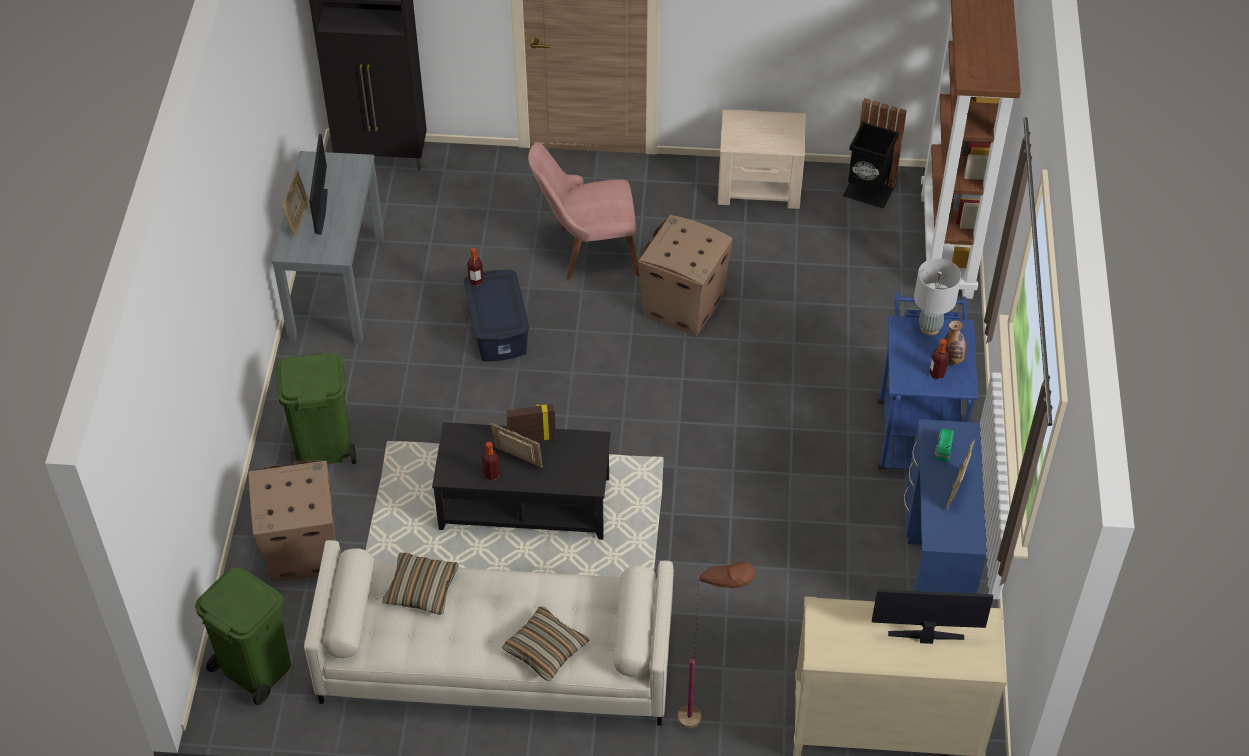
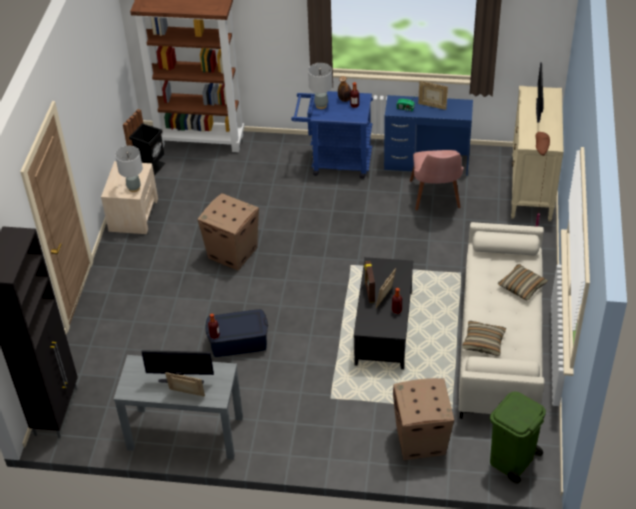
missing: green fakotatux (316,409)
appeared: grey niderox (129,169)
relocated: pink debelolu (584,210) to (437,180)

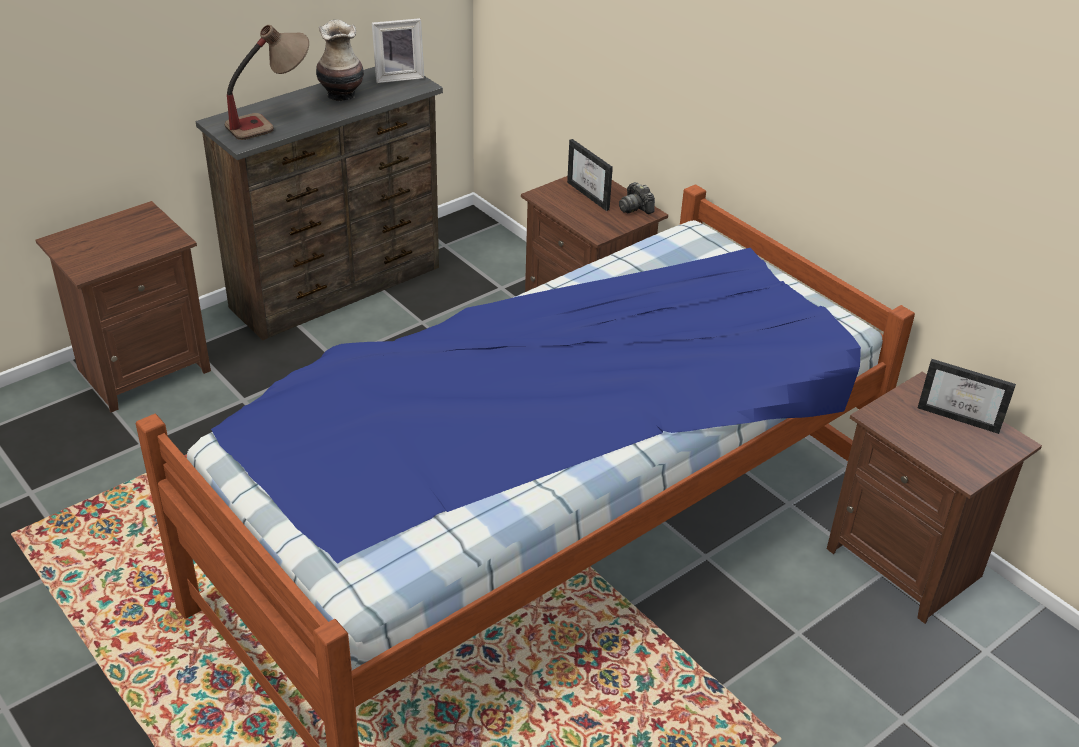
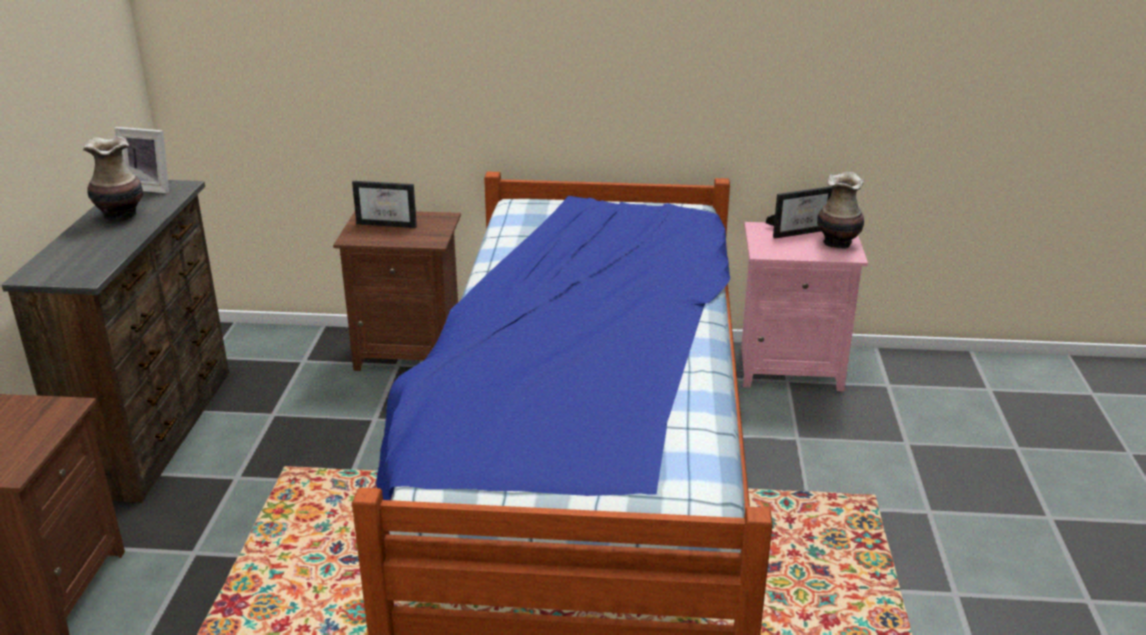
missing: niderox (267,82); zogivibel (637,198)
appeared: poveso (841,209)
colour: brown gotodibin (934,498) to pink gotodibin (804,306)
spun: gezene (398,50) = (142,160) 75 degrees clockwise

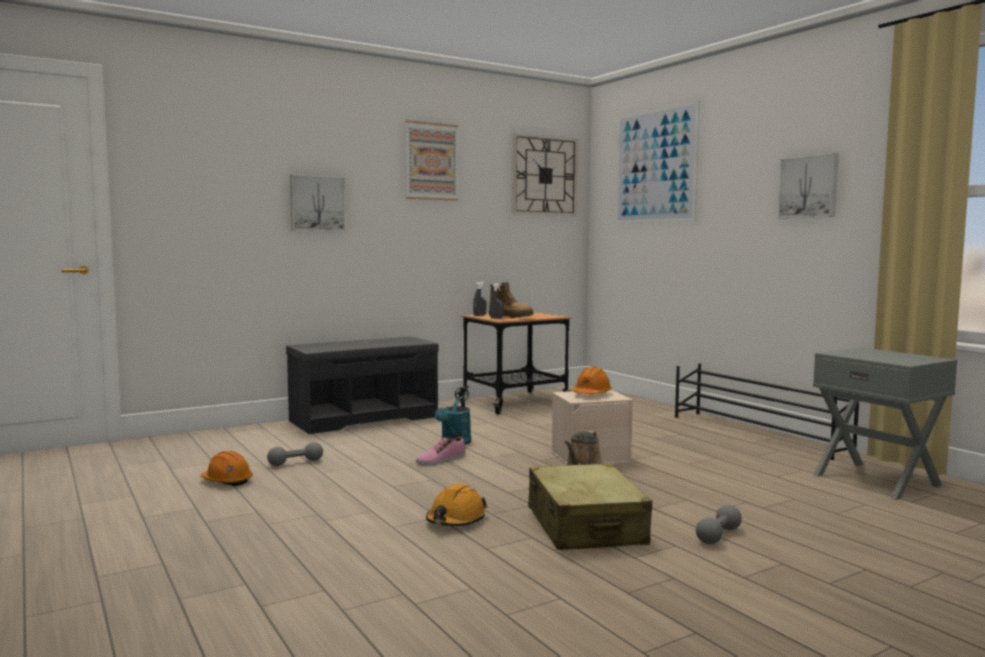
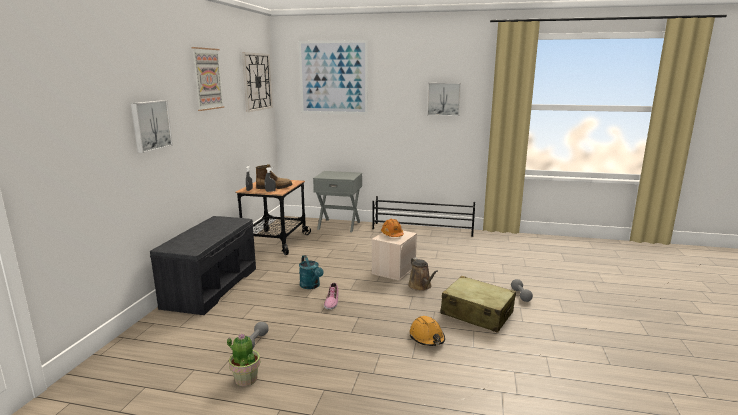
relocated: grey gotodibin (885,424) to (337,201)
exchanged: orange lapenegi (227,468) to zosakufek (243,359)

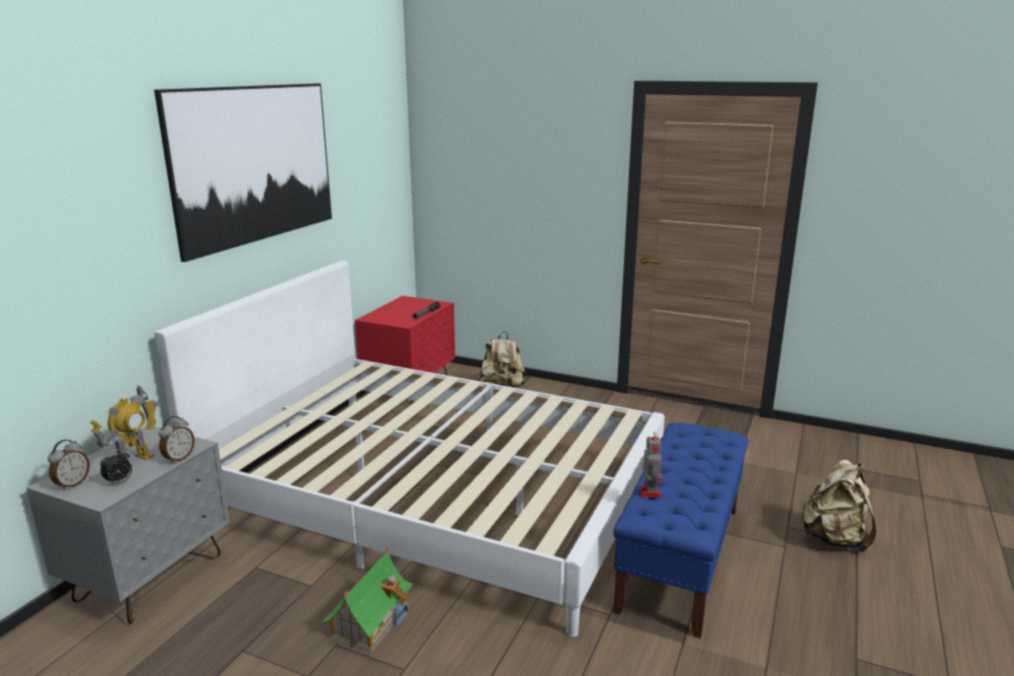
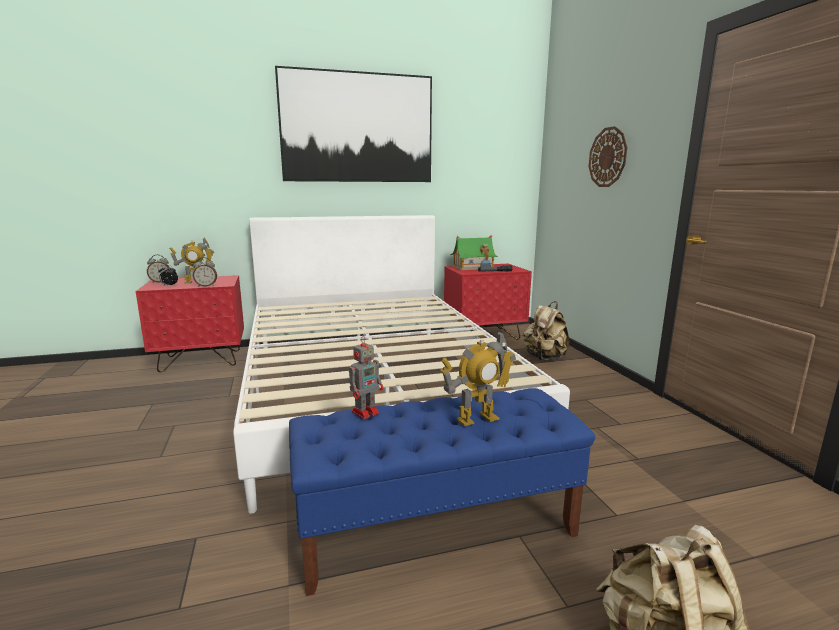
appeared: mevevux (478,378); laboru (607,156)
relocated: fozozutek (367,600) to (474,252)
colour: grey gotodibin (128,525) to red gotodibin (190,323)

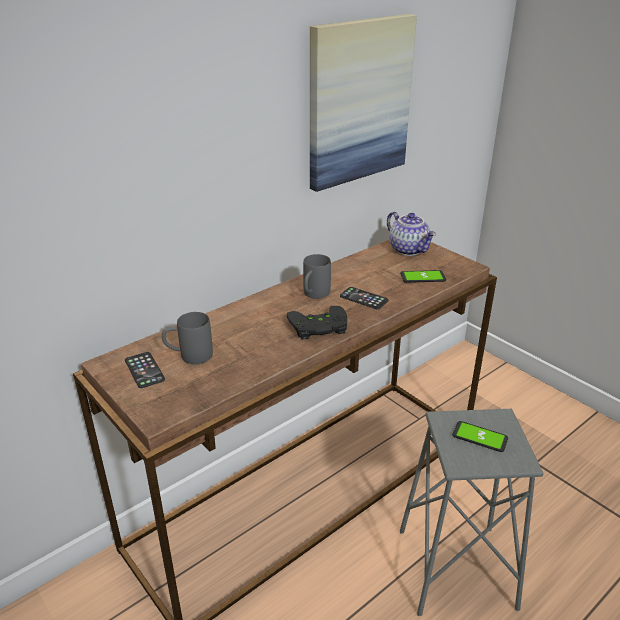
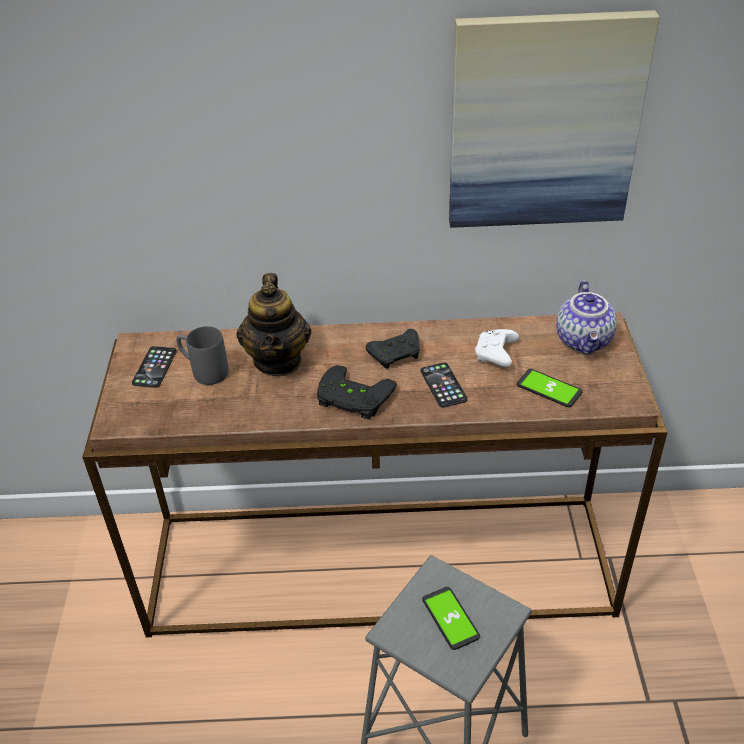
appeared: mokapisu (274,324); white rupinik (497,348)
exchanged: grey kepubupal (317,276) to black rupinik (392,349)

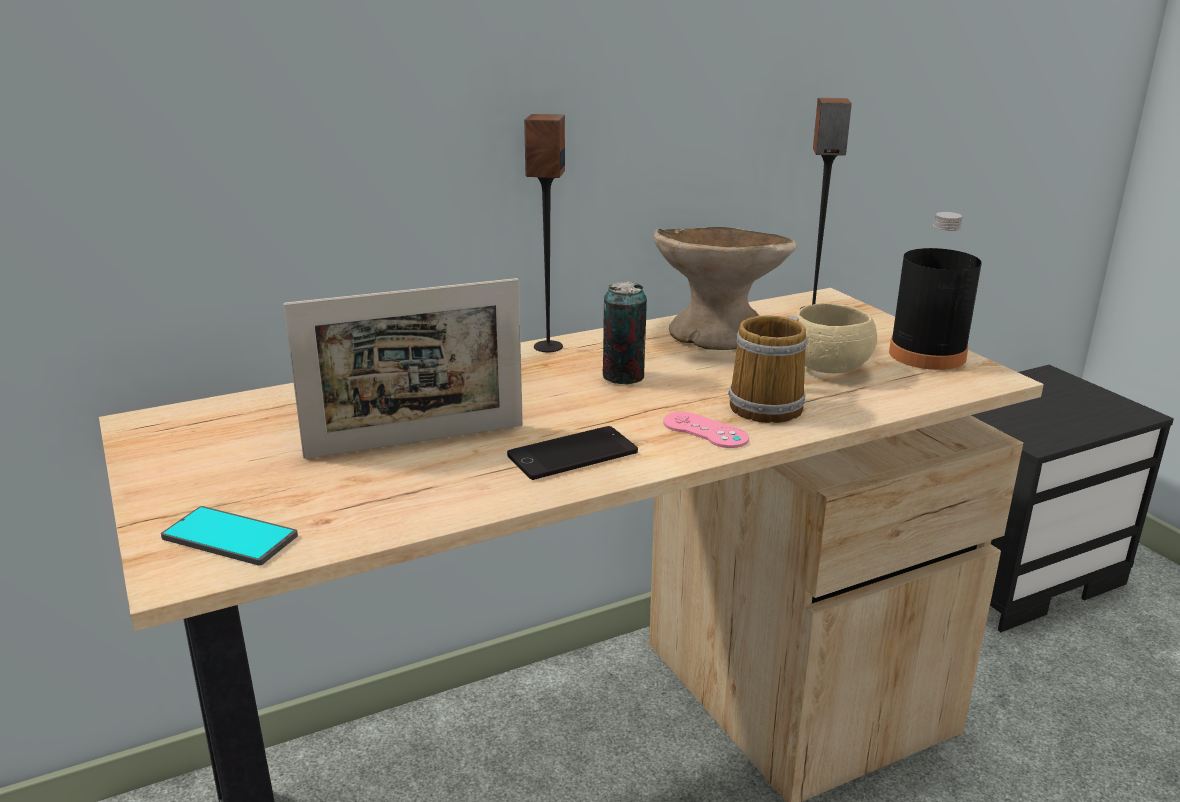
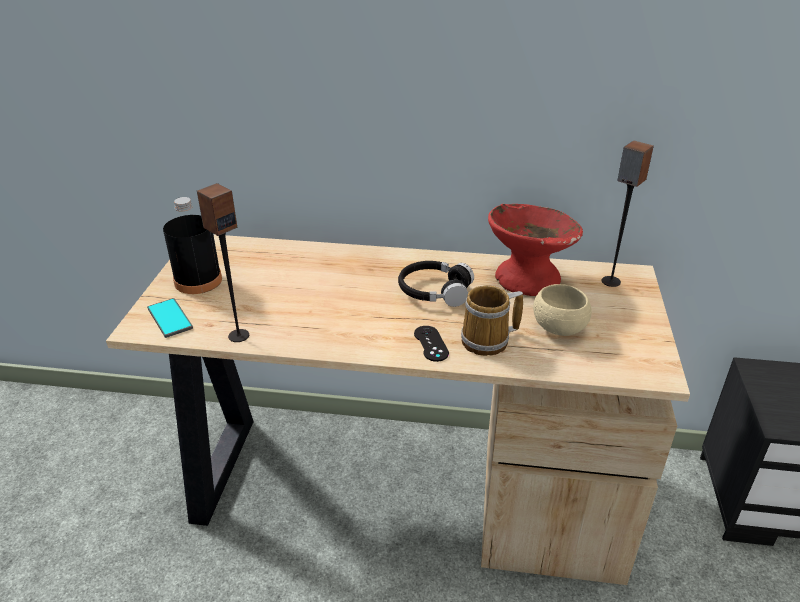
missing: gezene (403,368); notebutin (572,453)
relocated: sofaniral (544,233) to (223,262); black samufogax (935,291) to (192,245)
exchanged: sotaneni (625,332) to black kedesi (436,284)
colour: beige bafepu (725,288) to red bafepu (535,249); pink rupinik (706,430) to black rupinik (431,344)

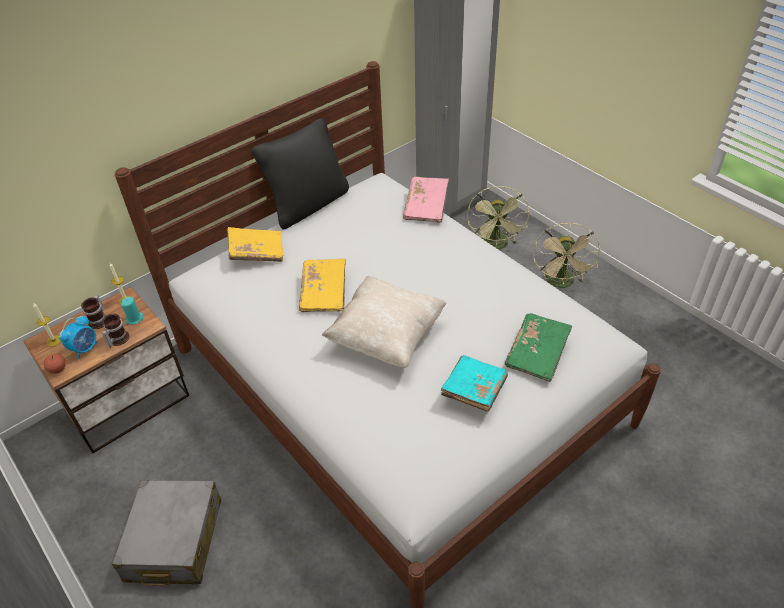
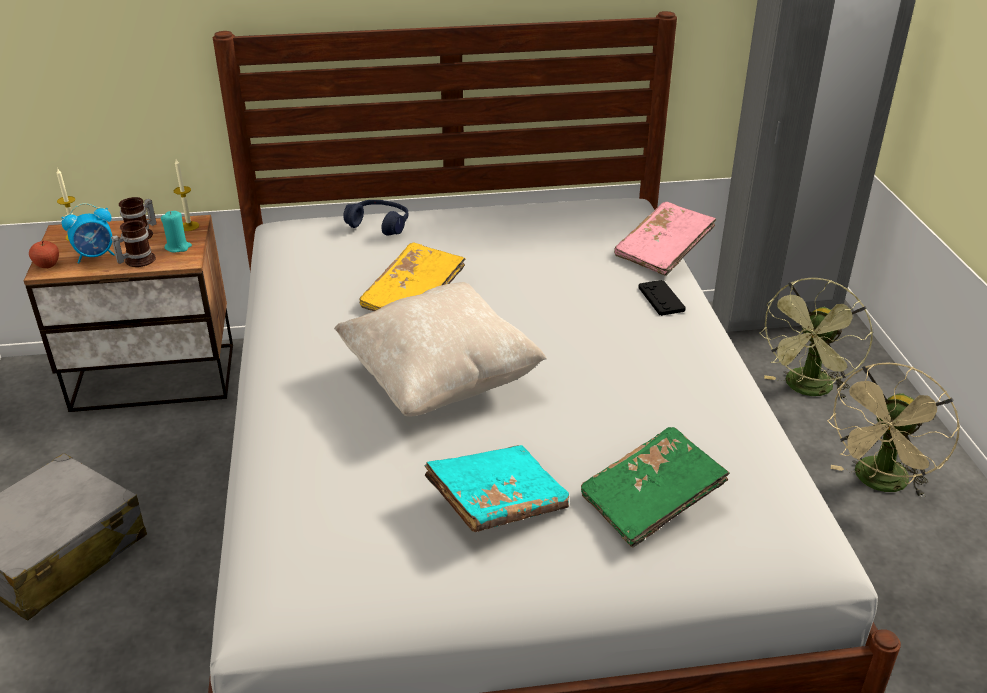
missing: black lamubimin (300,174)
appeared: black rupinik (662,298)
exchanged: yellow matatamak (255,244) to blue kedesi (375,218)

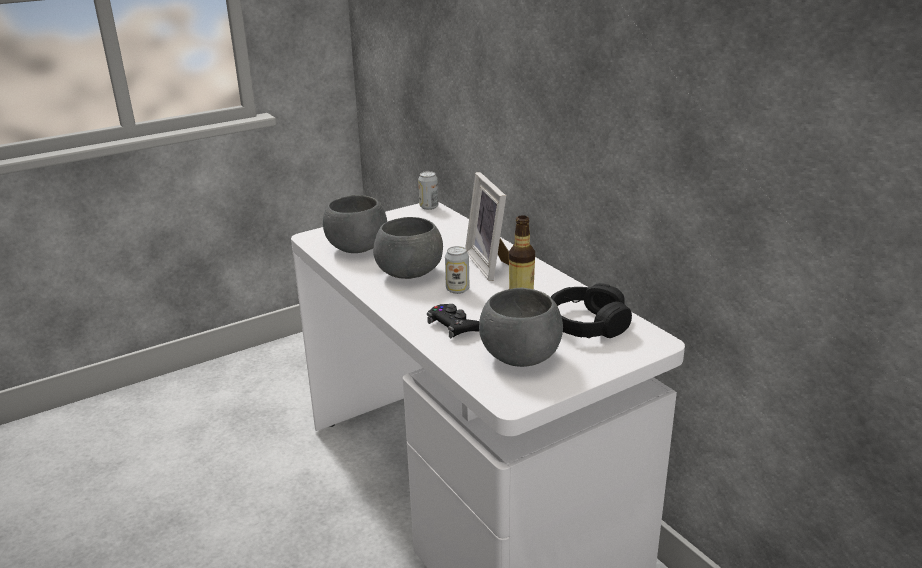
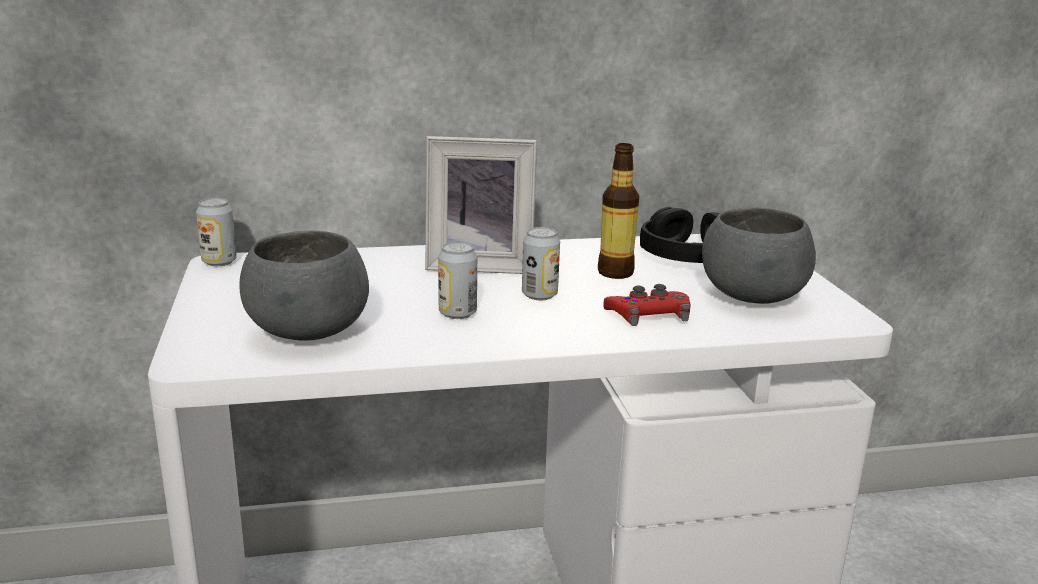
exchanged: grey bafepu (408,248) to sotaneni (457,280)
colour: black rupinik (453,321) to red rupinik (647,305)

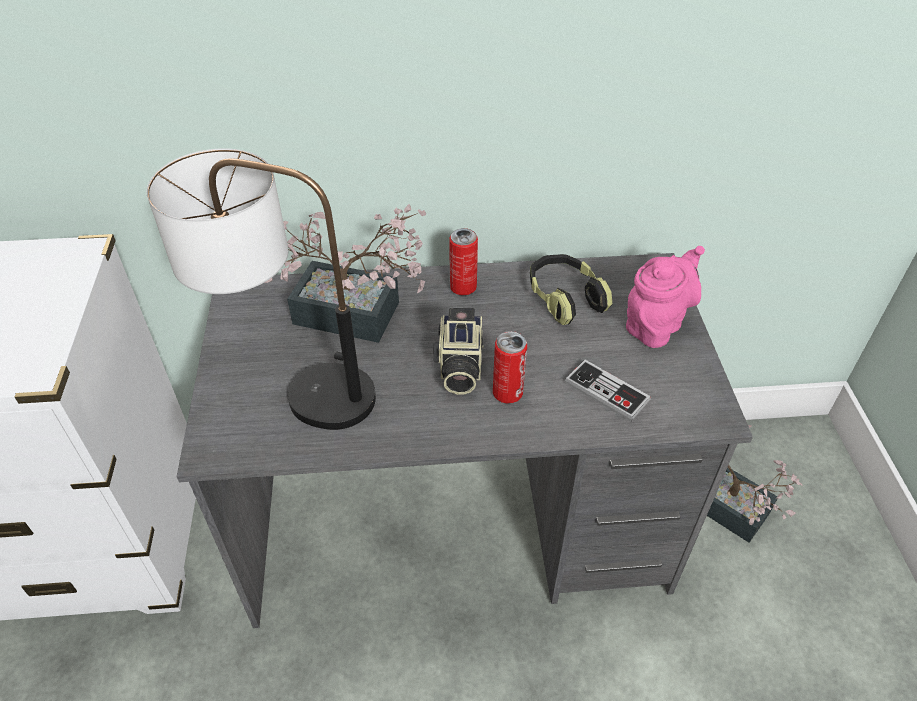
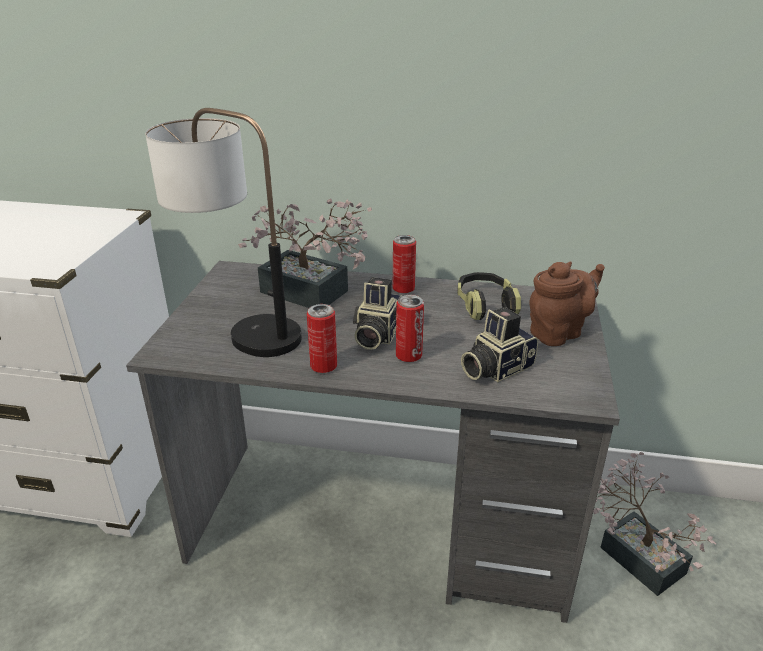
appeared: sotaneni (322,338)
exchanged: rupinik (608,391) to zogivibel (499,344)
colour: pink mokapisu (665,297) to brown mokapisu (567,303)

